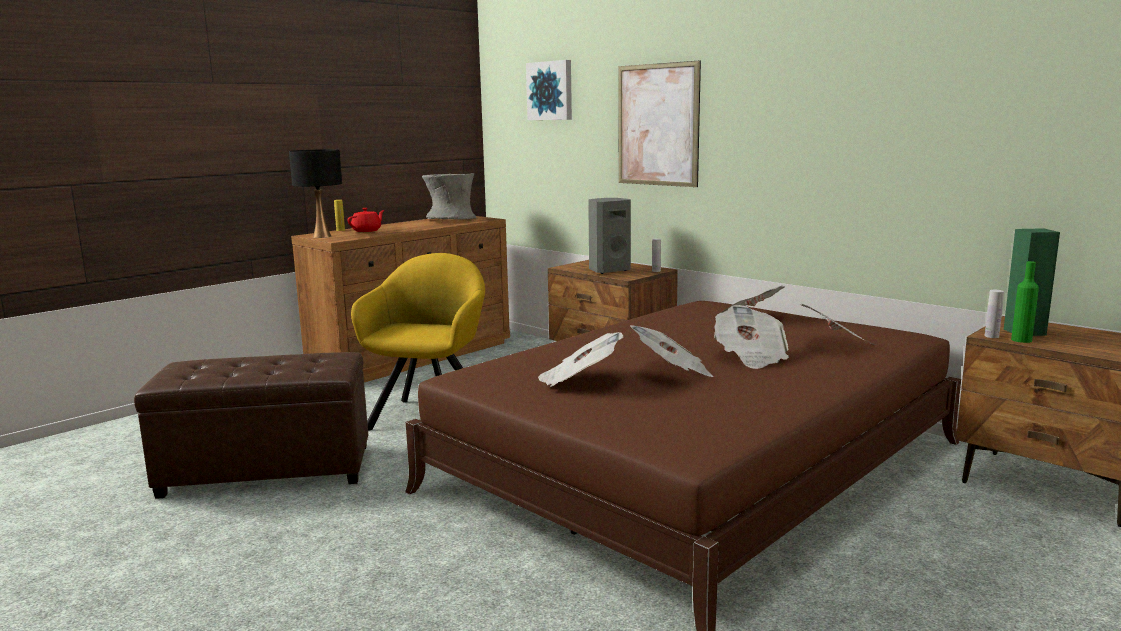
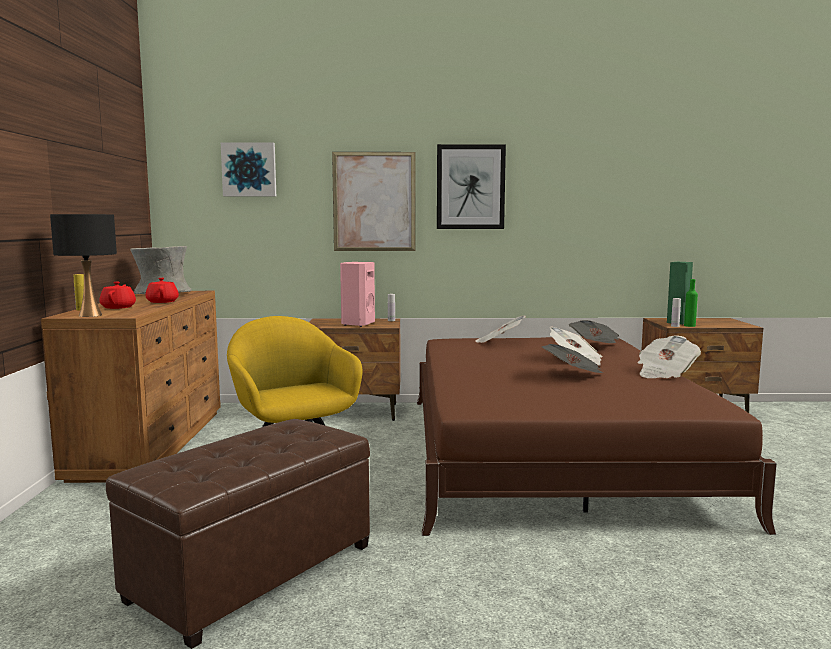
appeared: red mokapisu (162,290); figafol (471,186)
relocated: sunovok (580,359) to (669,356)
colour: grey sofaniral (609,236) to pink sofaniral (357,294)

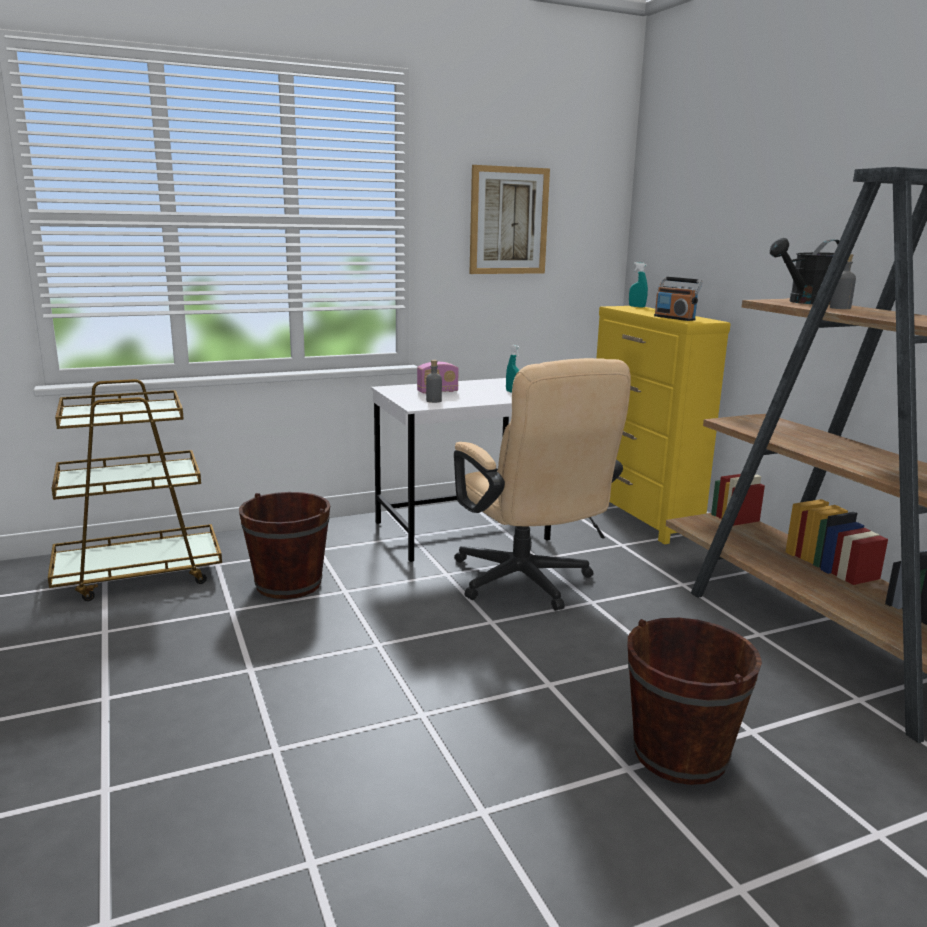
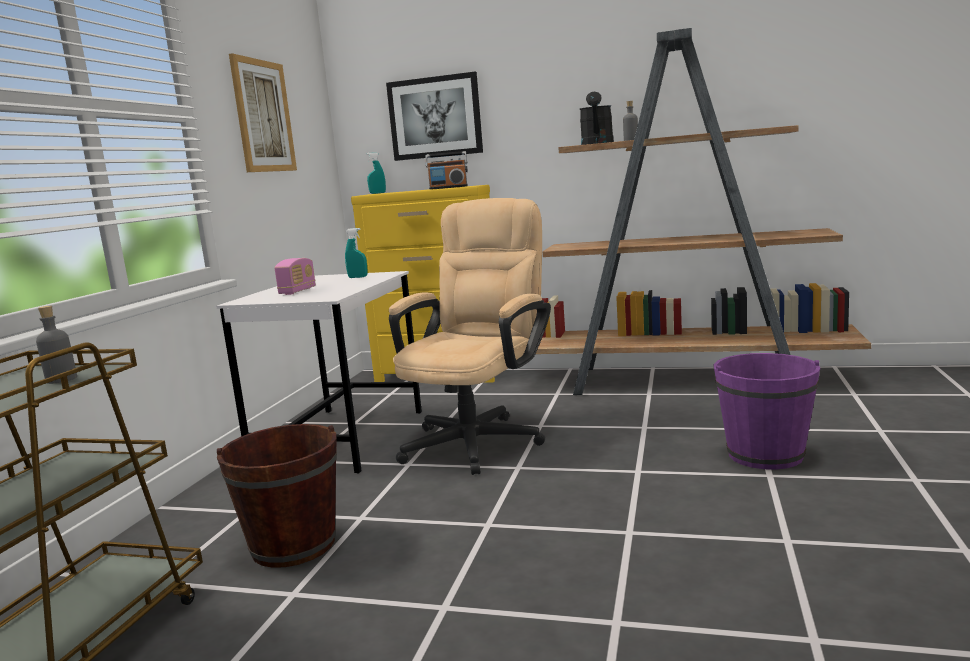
appeared: figafol (434,116)
relocated: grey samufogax (434,381) to (56,345)
colour: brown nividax (695,701) to purple nividax (767,411)
spun: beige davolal (542,484) = (470,336) 75 degrees counterclockwise

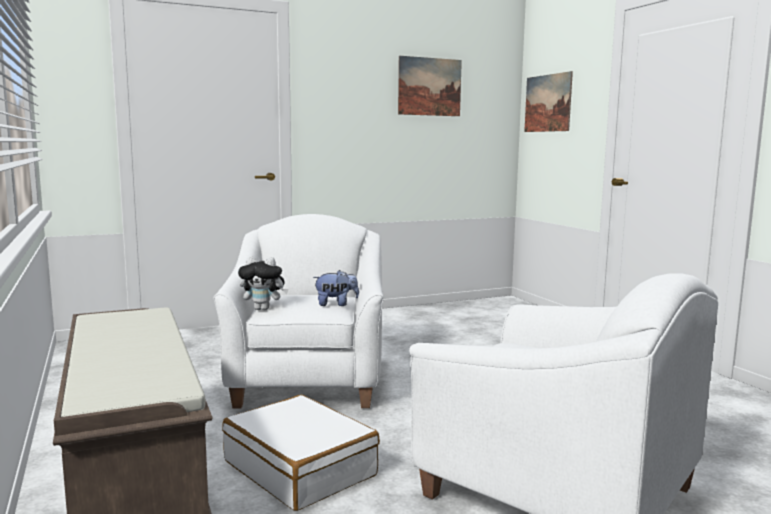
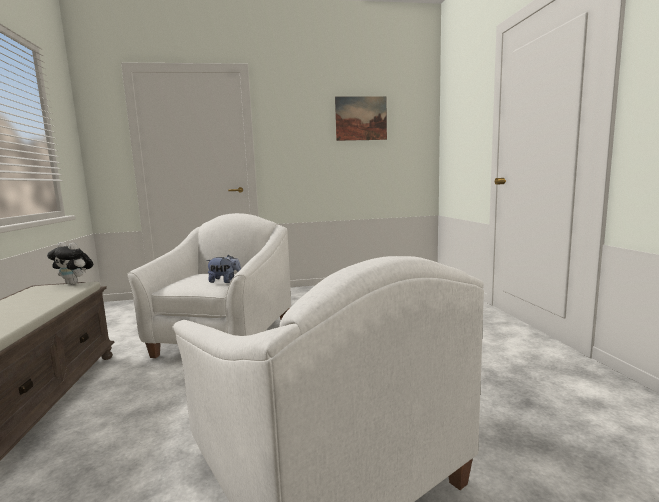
missing: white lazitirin (301,453); figafol (548,101)
relocated: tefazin (263,283) to (70,263)

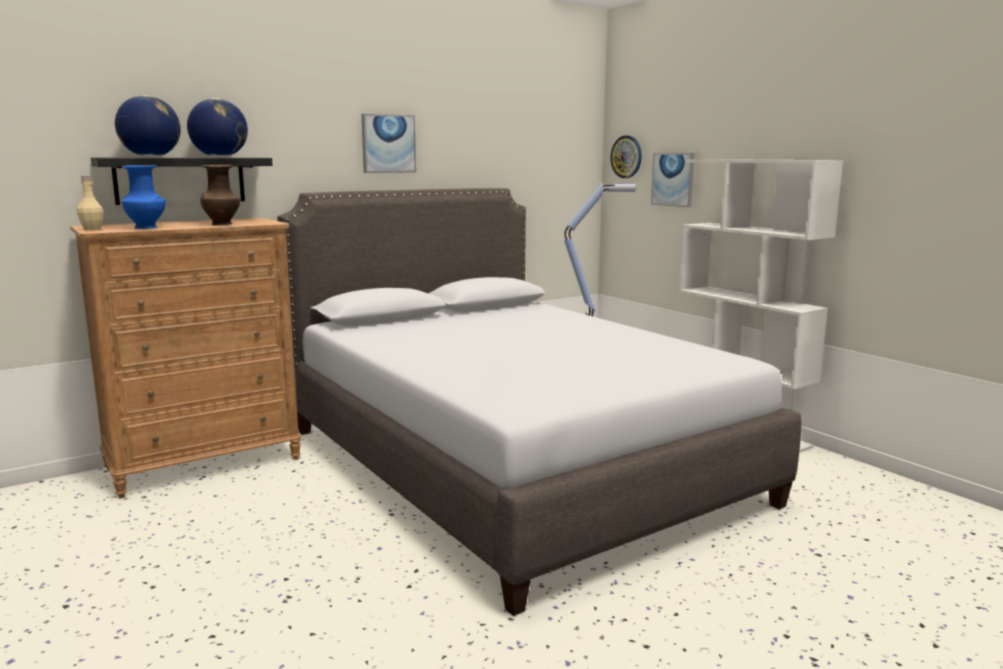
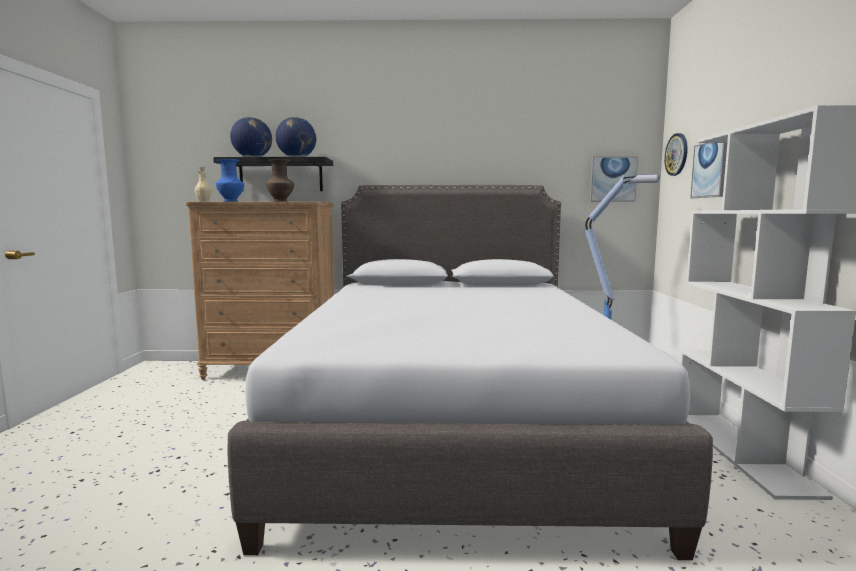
relocated: figafol (389,143) to (614,179)

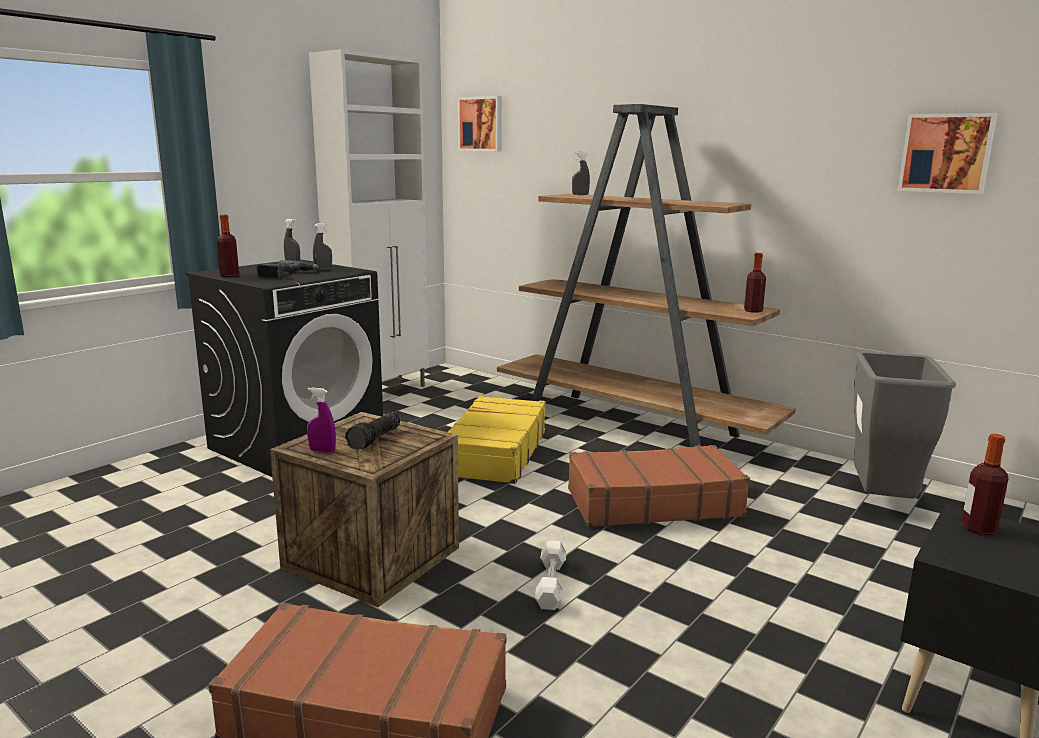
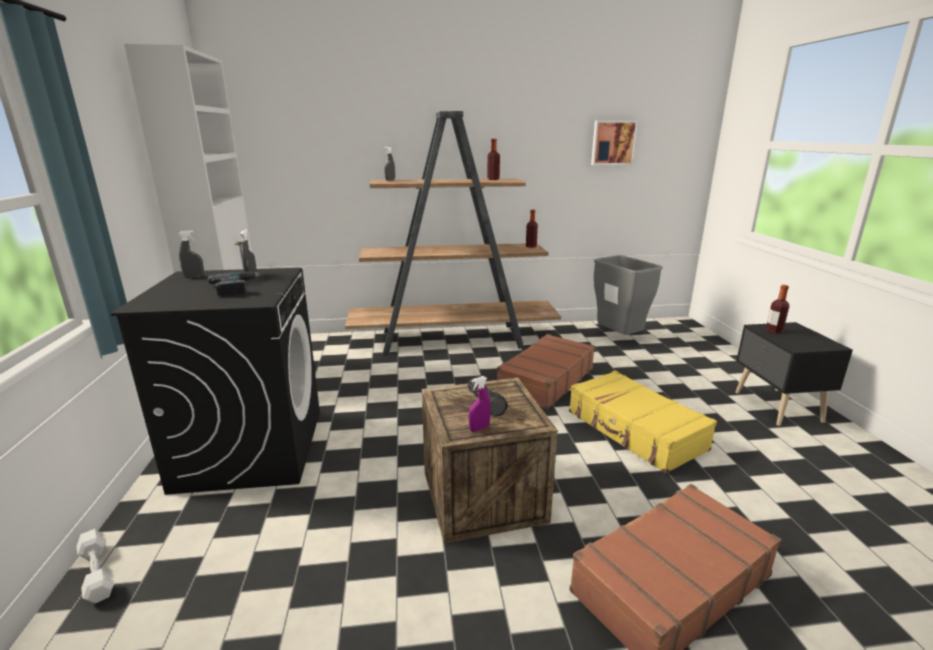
missing: figafol (480,123)
relocated: samufogax (228,246) to (493,159); yellow lazitirin (497,440) to (643,422); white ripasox (550,575) to (95,566)

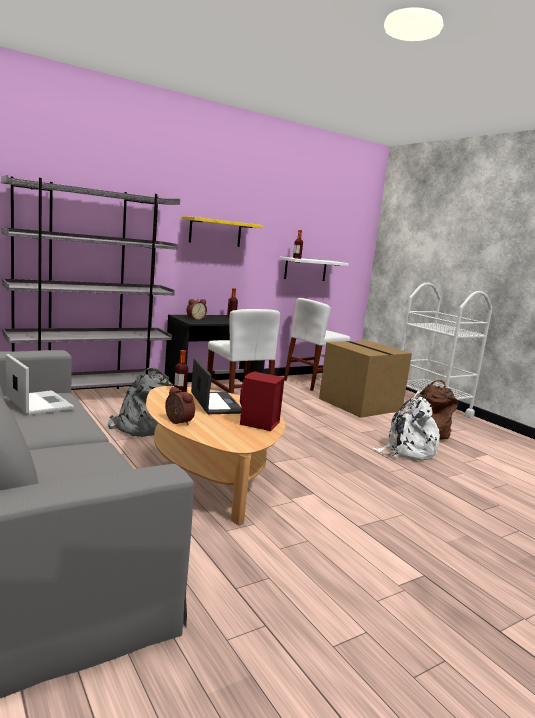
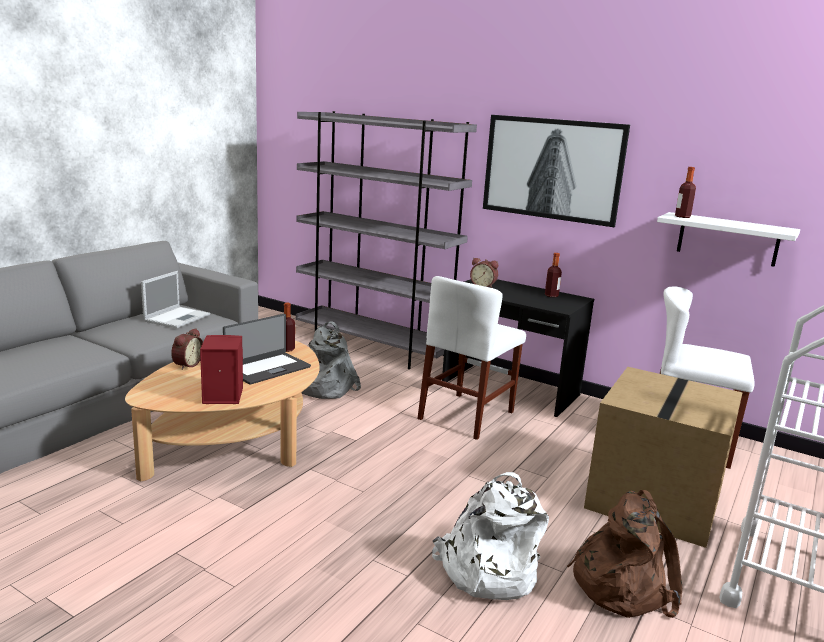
exchanged: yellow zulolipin (223,231) to figafol (556,171)

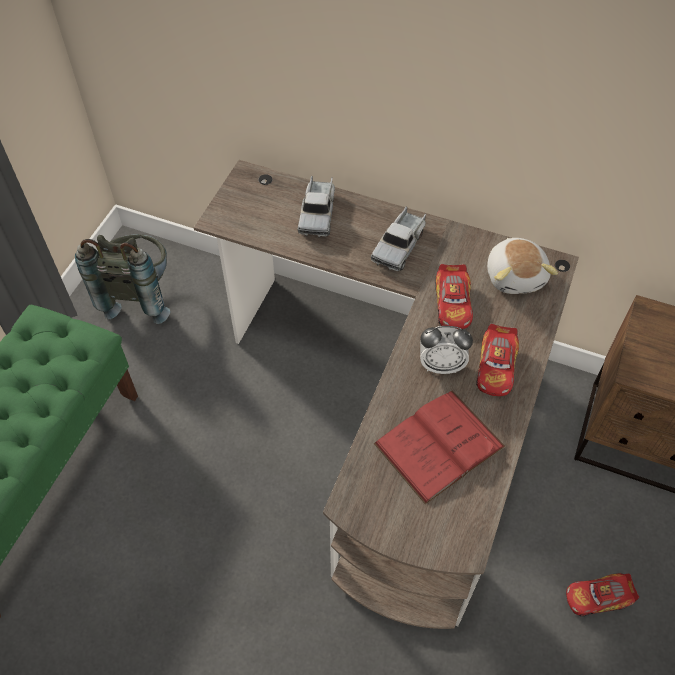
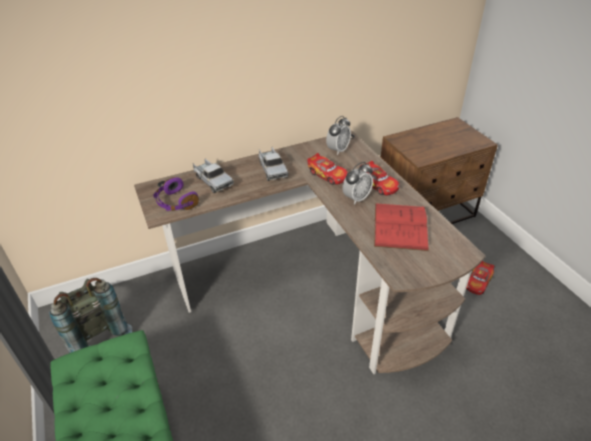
appeared: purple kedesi (176,194)
exchanged: tefazin (522,266) to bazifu (338,135)

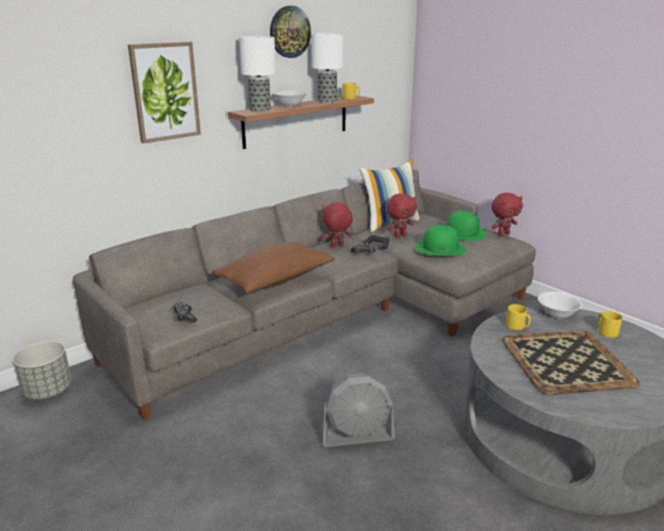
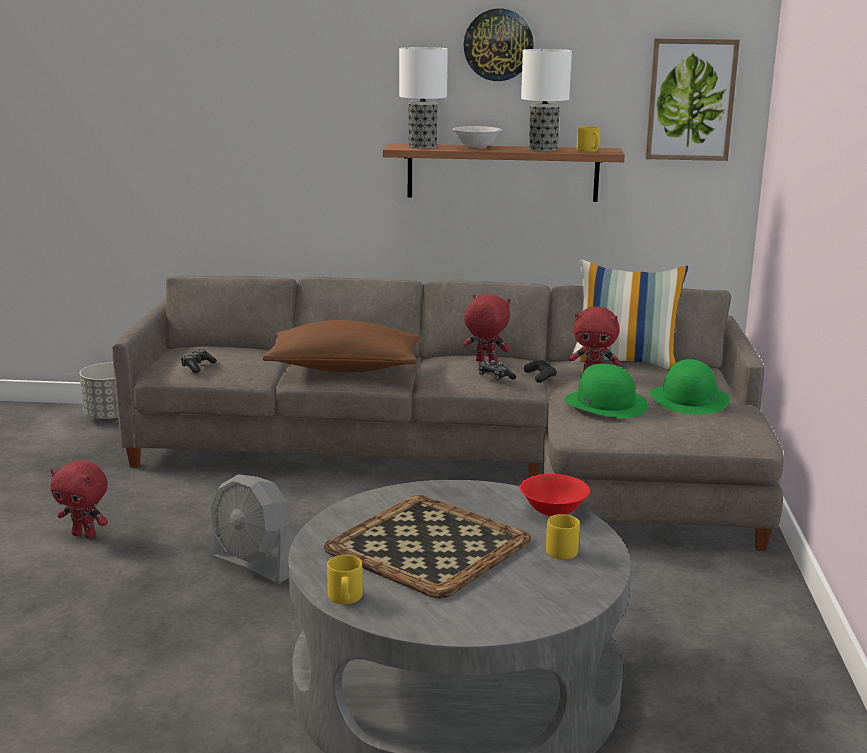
relocated: figafol (164,93) to (692,99); red tefazin (507,214) to (79,499); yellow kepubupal (518,317) to (345,580)
colour: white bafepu (560,304) to red bafepu (555,495)

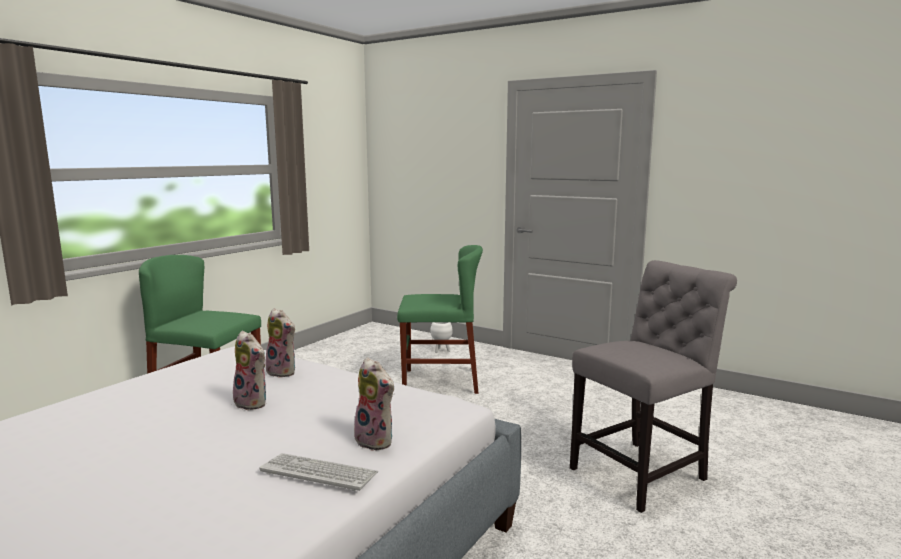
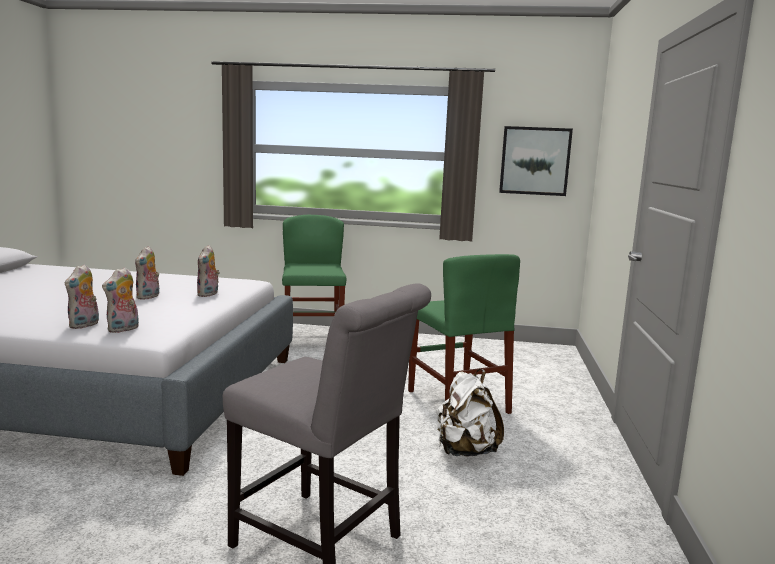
missing: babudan (318,472); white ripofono (441,337)
appeared: tefazin (120,300); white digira (470,412); figafol (536,161)

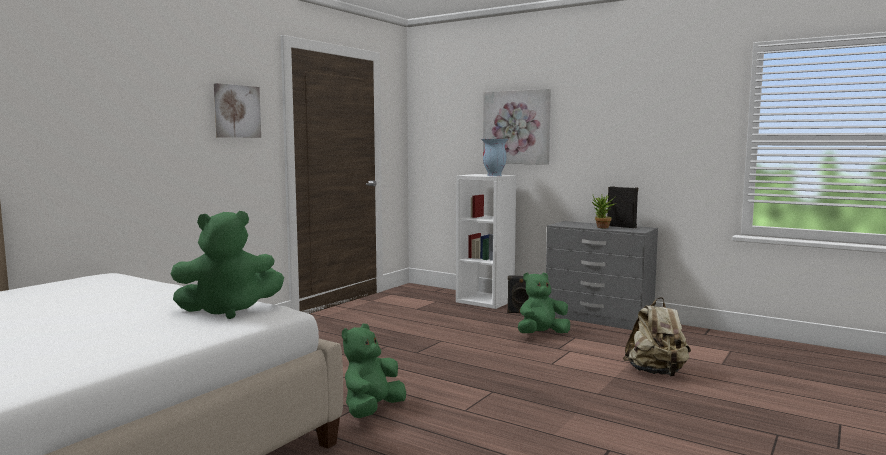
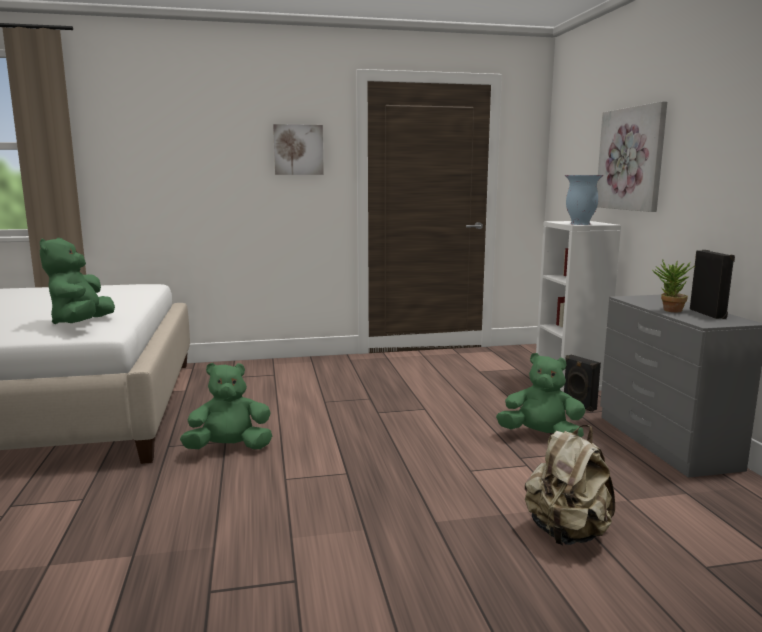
spun: green tefazin (227,265) = (77,281) 60 degrees clockwise

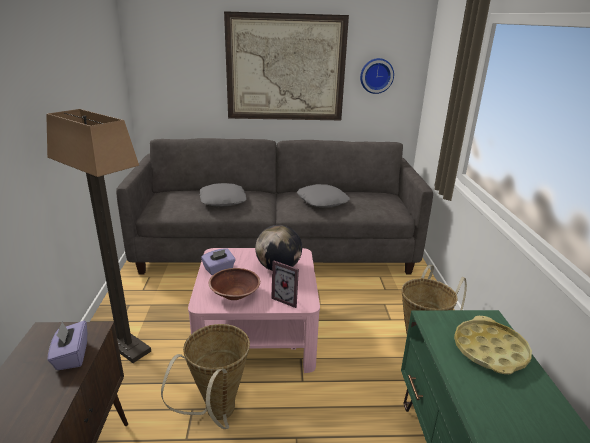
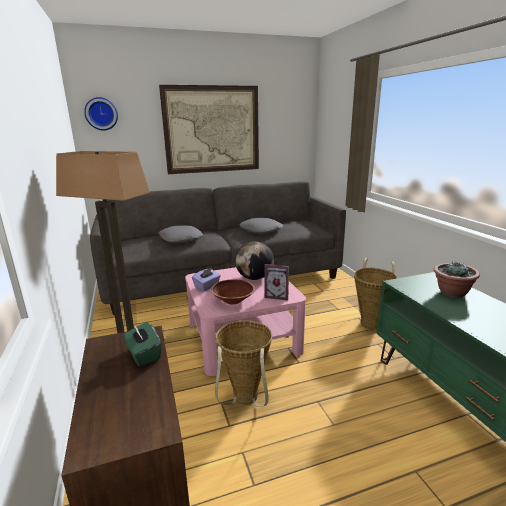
relocated: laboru (377,76) to (101,114)
exchanged: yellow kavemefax (493,345) to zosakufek (457,279)
colour: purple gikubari (67,345) to green gikubari (142,344)

